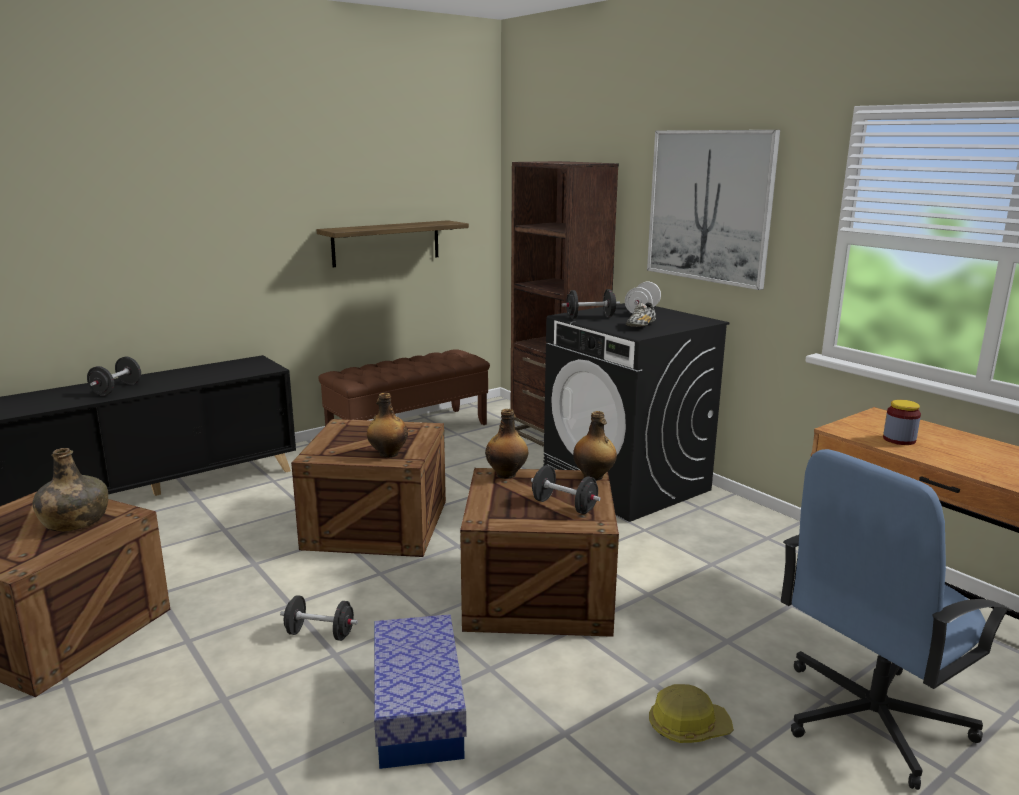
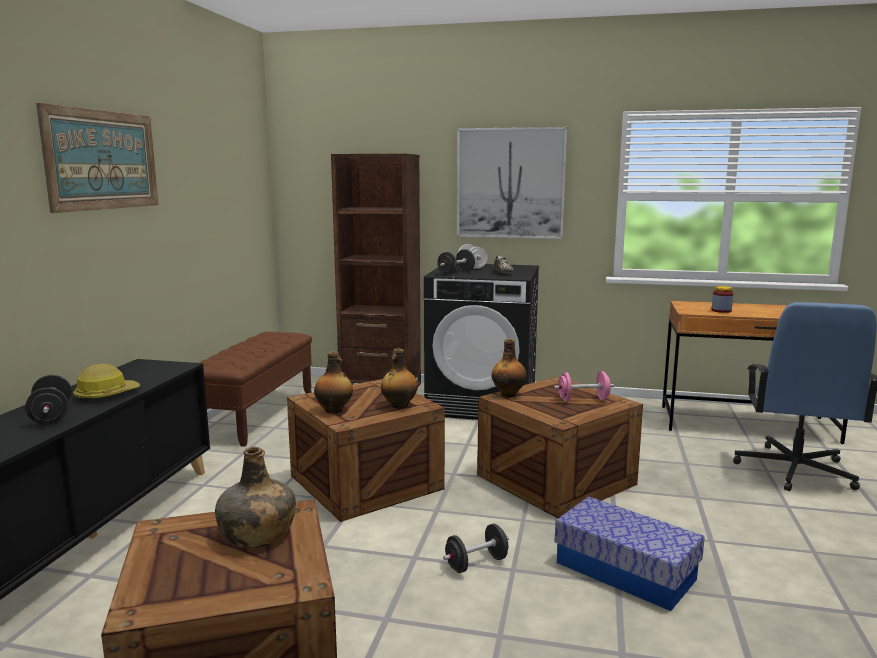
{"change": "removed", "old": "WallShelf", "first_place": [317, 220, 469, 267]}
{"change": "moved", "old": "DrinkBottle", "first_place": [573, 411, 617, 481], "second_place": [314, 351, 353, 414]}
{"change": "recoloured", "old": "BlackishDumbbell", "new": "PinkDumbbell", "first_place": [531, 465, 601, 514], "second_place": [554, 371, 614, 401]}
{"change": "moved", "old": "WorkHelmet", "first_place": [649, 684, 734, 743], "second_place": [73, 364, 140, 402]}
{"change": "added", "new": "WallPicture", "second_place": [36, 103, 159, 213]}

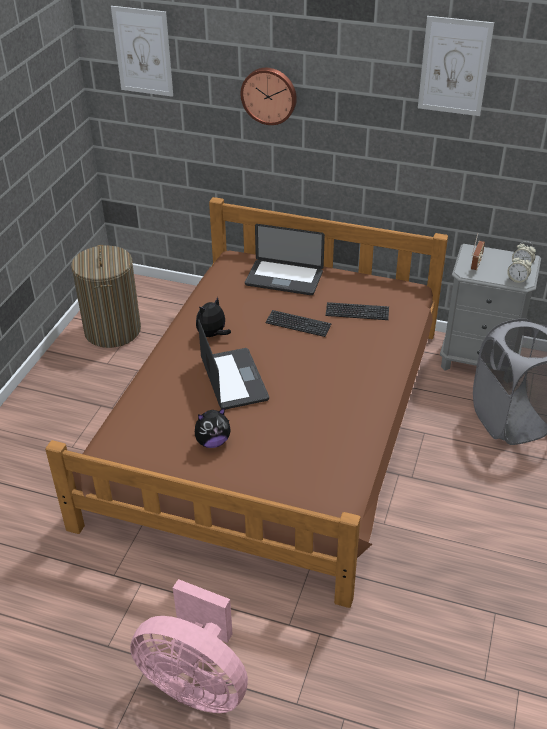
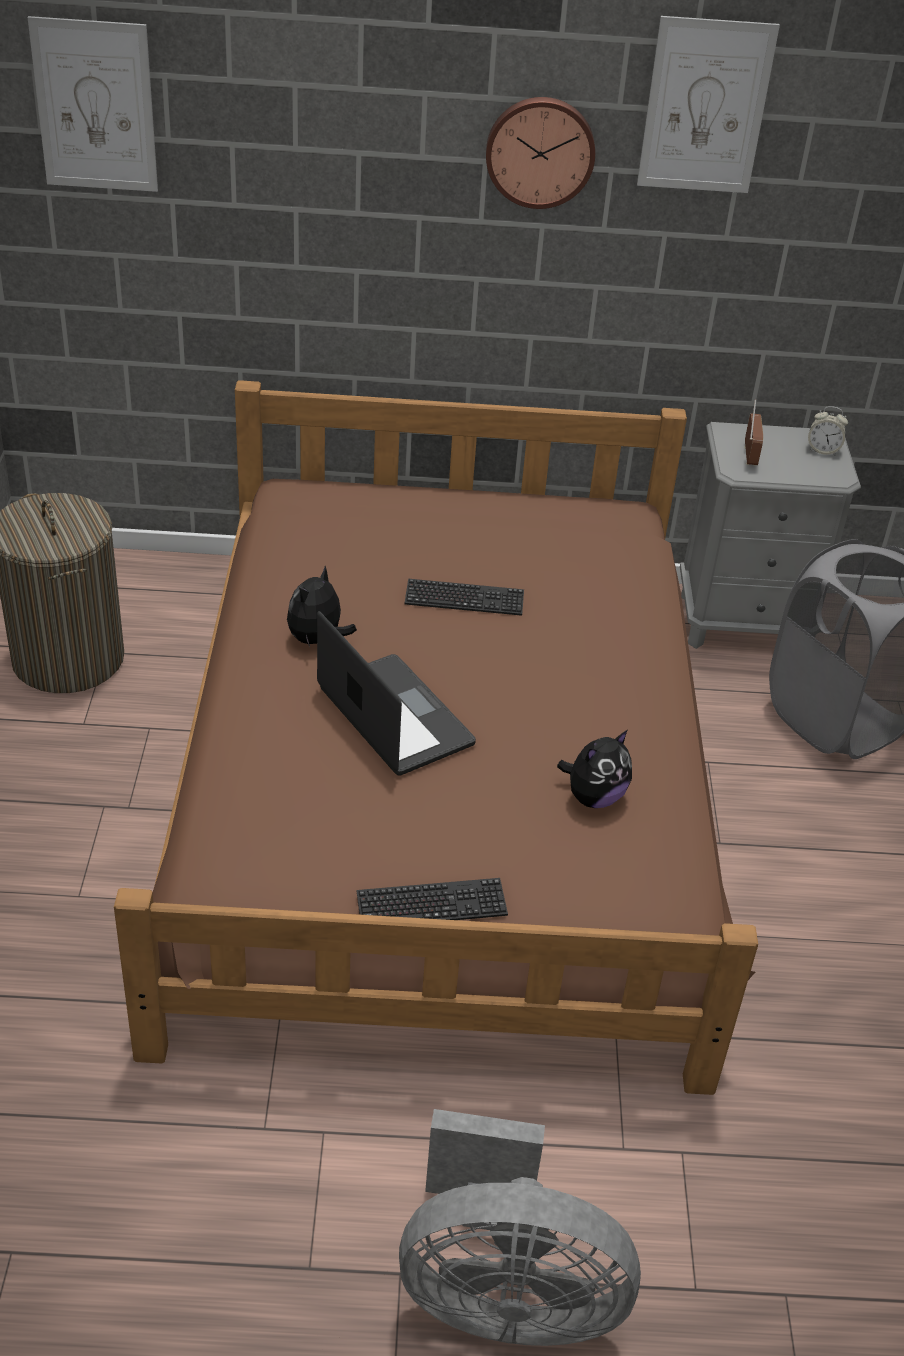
{"change": "moved", "old": "HangingClock", "first_place": [241, 68, 297, 125], "second_place": [486, 97, 595, 209]}
{"change": "removed", "old": "Laptop", "first_place": [245, 224, 325, 295]}
{"change": "removed", "old": "TableClock", "first_place": [507, 255, 532, 284]}
{"change": "moved", "old": "PcKeyboard", "first_place": [326, 302, 389, 320], "second_place": [356, 878, 508, 920]}
{"change": "moved", "old": "CuddlyToy", "first_place": [195, 408, 231, 448], "second_place": [557, 730, 632, 808]}
{"change": "recoloured", "old": "PinkElectricFan", "new": "GrayElectricFan", "first_place": [130, 579, 248, 713], "second_place": [399, 1109, 641, 1346]}

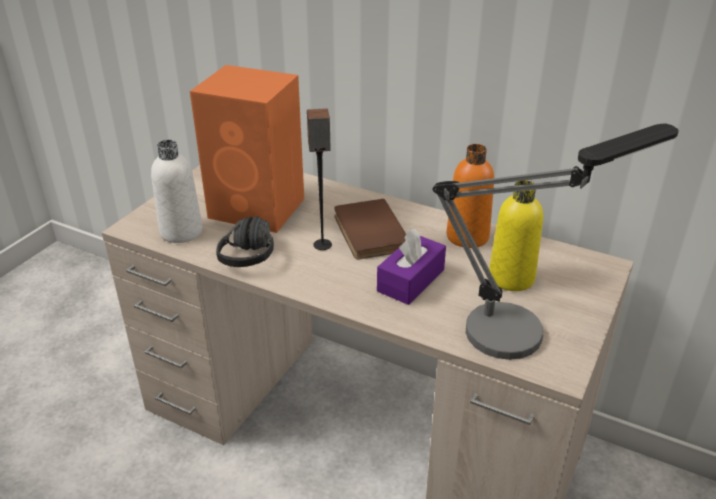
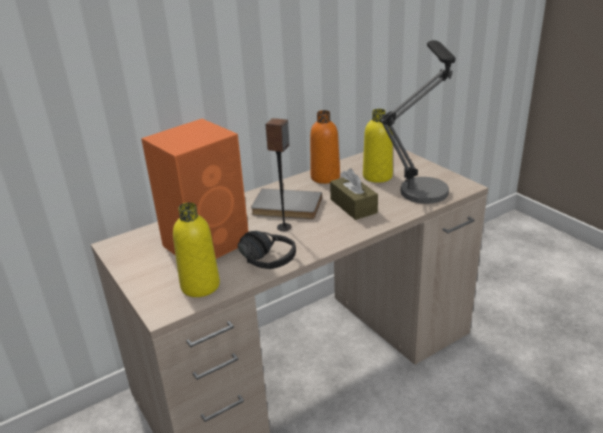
{"change": "recoloured", "old": "WhiteDrinkBottle", "new": "YellowColouredDrinkBottle", "first_place": [151, 140, 203, 243], "second_place": [173, 202, 220, 297]}
{"change": "recoloured", "old": "BrownColouredBoundBook", "new": "GrayBoundBook", "first_place": [334, 199, 406, 260], "second_place": [251, 189, 322, 219]}
{"change": "recoloured", "old": "PurpleColouredTissueHolder", "new": "BrownColouredTissueHolder", "first_place": [377, 229, 446, 305], "second_place": [330, 168, 378, 220]}

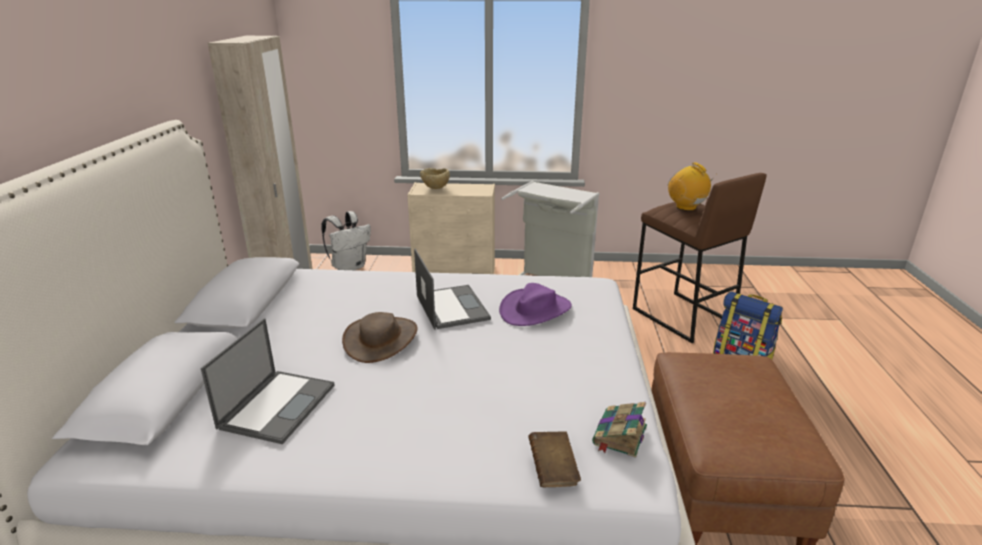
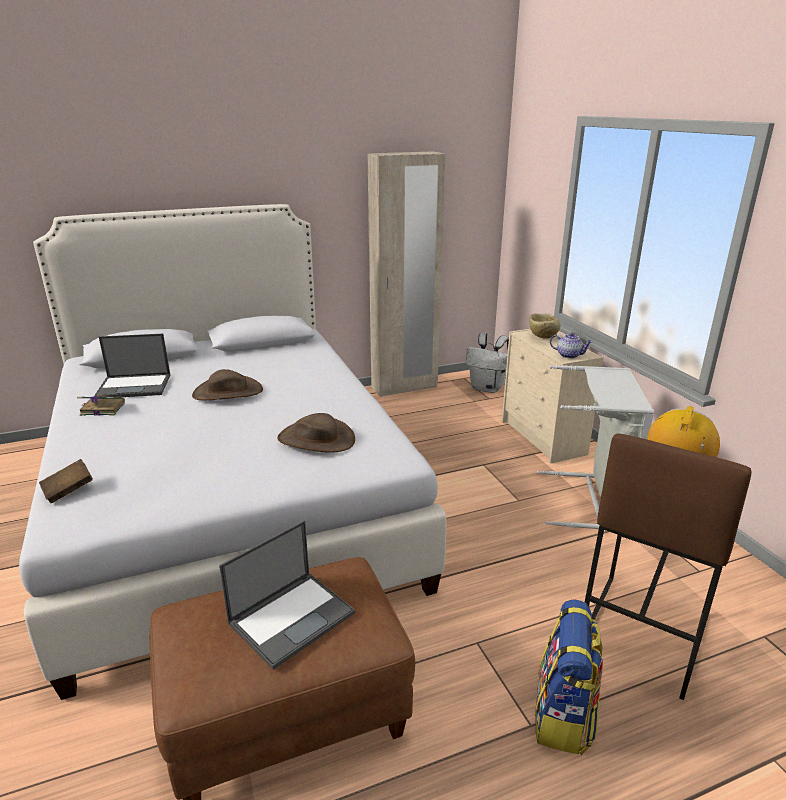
{"change": "moved", "old": "Laptop", "first_place": [414, 248, 491, 330], "second_place": [219, 521, 355, 670]}
{"change": "recoloured", "old": "PurpleColouredHat", "new": "BrownColouredHat", "first_place": [499, 283, 572, 326], "second_place": [277, 413, 355, 453]}
{"change": "moved", "old": "BoundBook", "first_place": [592, 402, 647, 457], "second_place": [77, 395, 125, 416]}
{"change": "added", "new": "TeaPot", "second_place": [550, 333, 592, 359]}

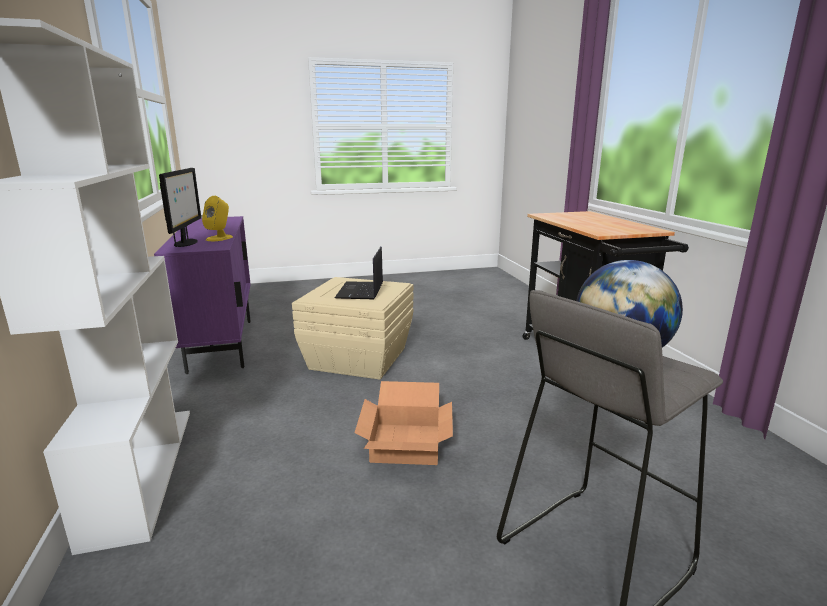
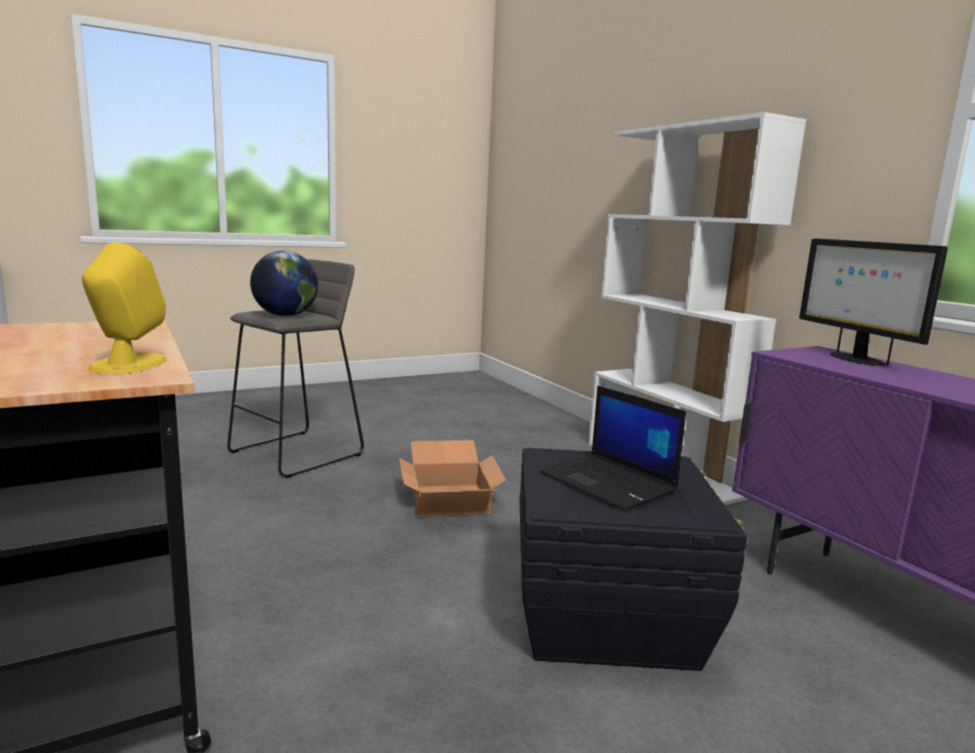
{"change": "moved", "old": "YellowColouredAudioSpeaker", "first_place": [202, 196, 233, 241], "second_place": [82, 243, 167, 374]}
{"change": "turned", "old": "Laptop", "first_place": [334, 247, 383, 299], "second_place": [540, 386, 686, 511], "degrees": 150}
{"change": "recoloured", "old": "BeigeColouredStorageContainer", "new": "BlackishStorageContainer", "first_place": [292, 277, 413, 380], "second_place": [520, 448, 748, 671]}

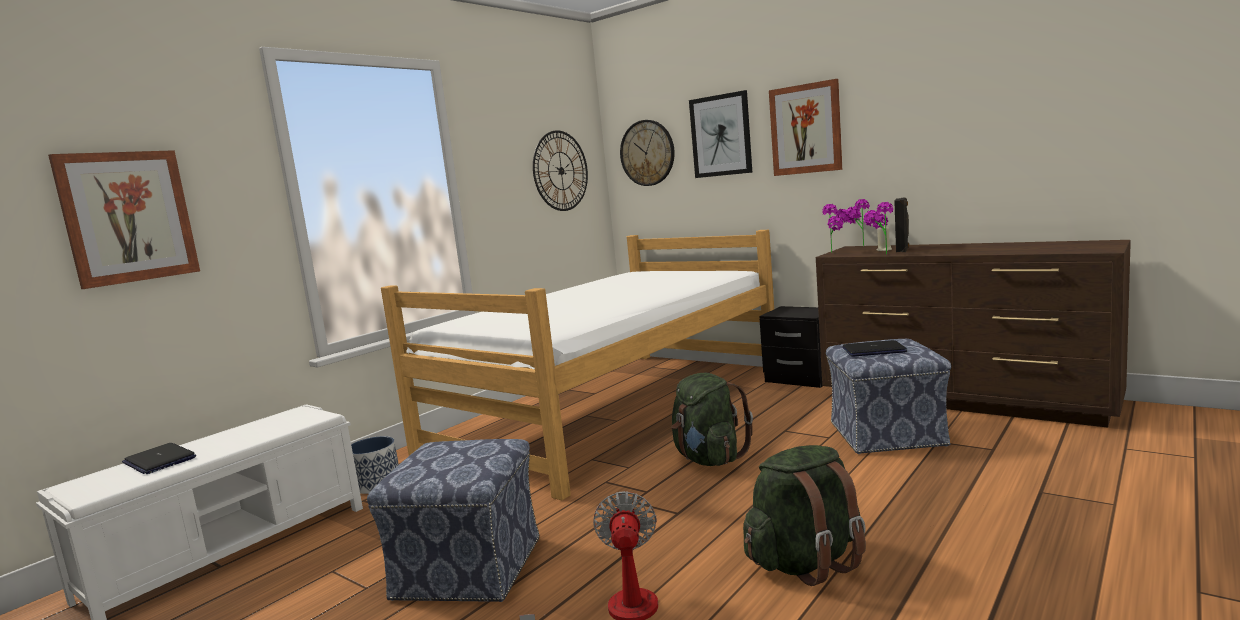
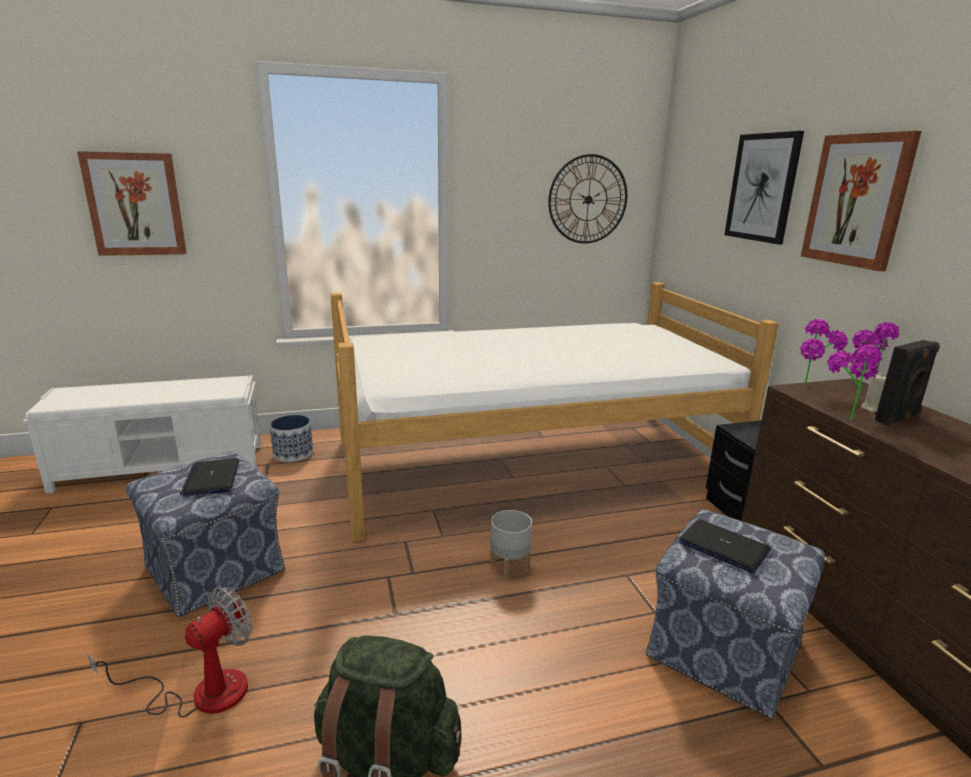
{"change": "removed", "old": "HangingClock", "first_place": [620, 120, 675, 186]}
{"change": "replaced", "old": "GreenColouredRucksack", "new": "GrayPlanter", "first_place": [671, 373, 753, 466], "second_place": [490, 510, 532, 580]}
{"change": "moved", "old": "Laptop", "first_place": [122, 443, 196, 474], "second_place": [180, 458, 239, 496]}

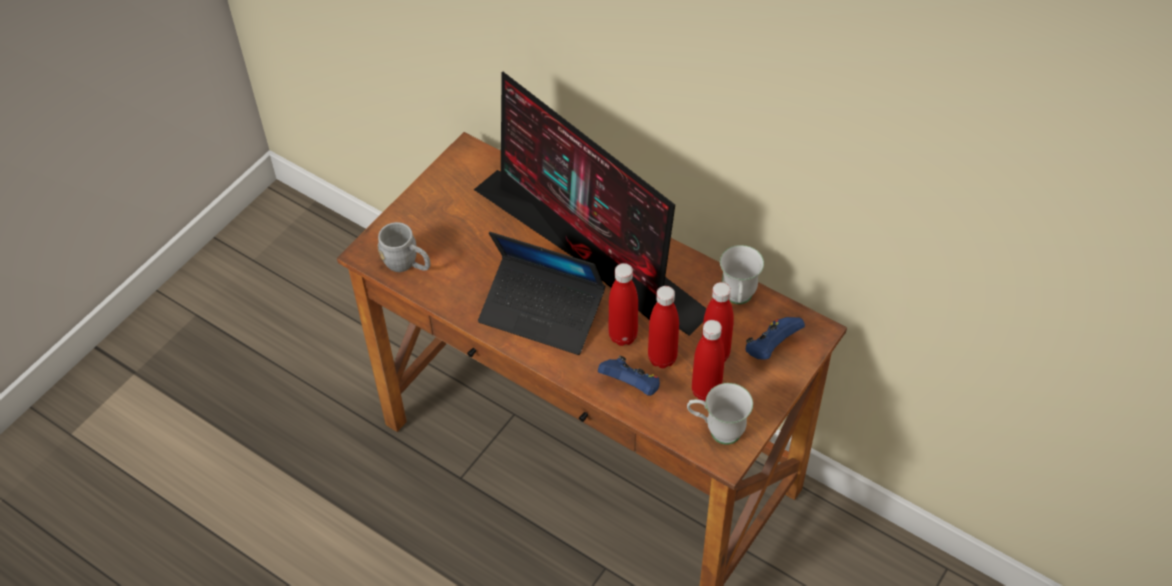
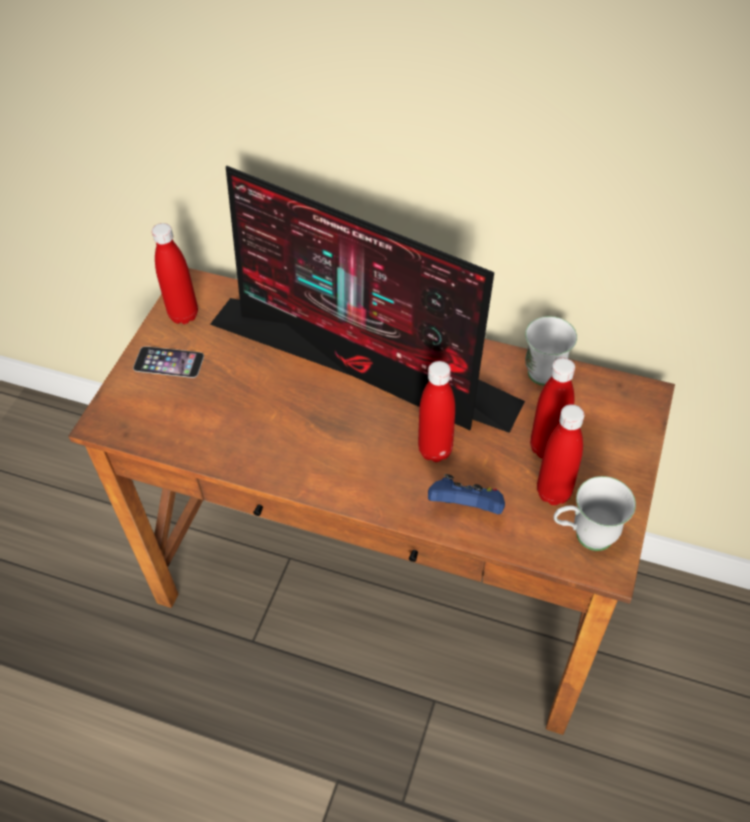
{"change": "removed", "old": "GrayTeaMug", "first_place": [378, 222, 431, 272]}
{"change": "removed", "old": "Laptop", "first_place": [478, 232, 605, 355]}
{"change": "moved", "old": "RedDrinkBottle", "first_place": [648, 286, 679, 368], "second_place": [152, 223, 198, 324]}
{"change": "removed", "old": "BlueJoypad", "first_place": [746, 317, 805, 359]}
{"change": "added", "new": "Phone", "second_place": [133, 346, 204, 378]}

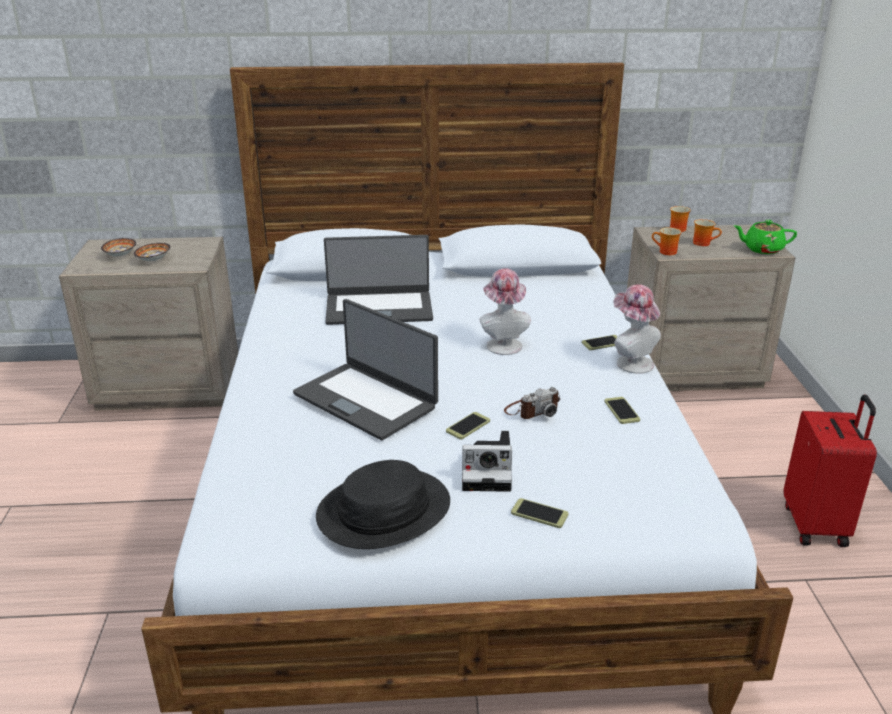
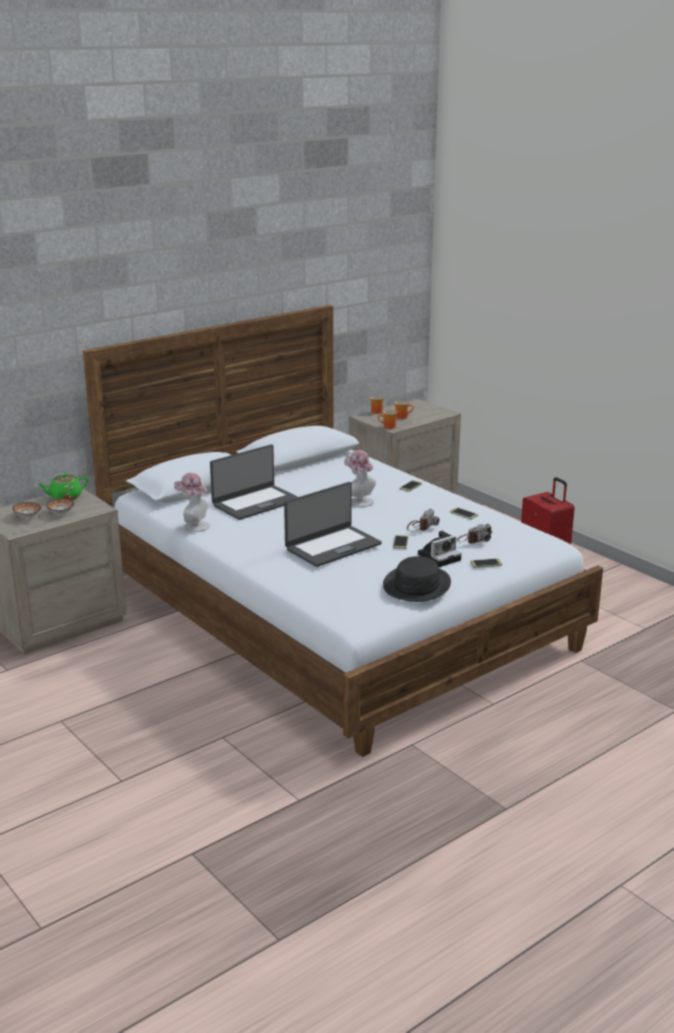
{"change": "moved", "old": "GreenColouredTeaPot", "first_place": [734, 220, 797, 254], "second_place": [38, 473, 88, 500]}
{"change": "moved", "old": "Hat", "first_place": [614, 284, 661, 374], "second_place": [174, 473, 210, 532]}
{"change": "turned", "old": "Laptop", "first_place": [293, 299, 438, 440], "second_place": [284, 482, 382, 567], "degrees": -45}
{"change": "added", "new": "StillCamera", "second_place": [457, 524, 492, 544]}

